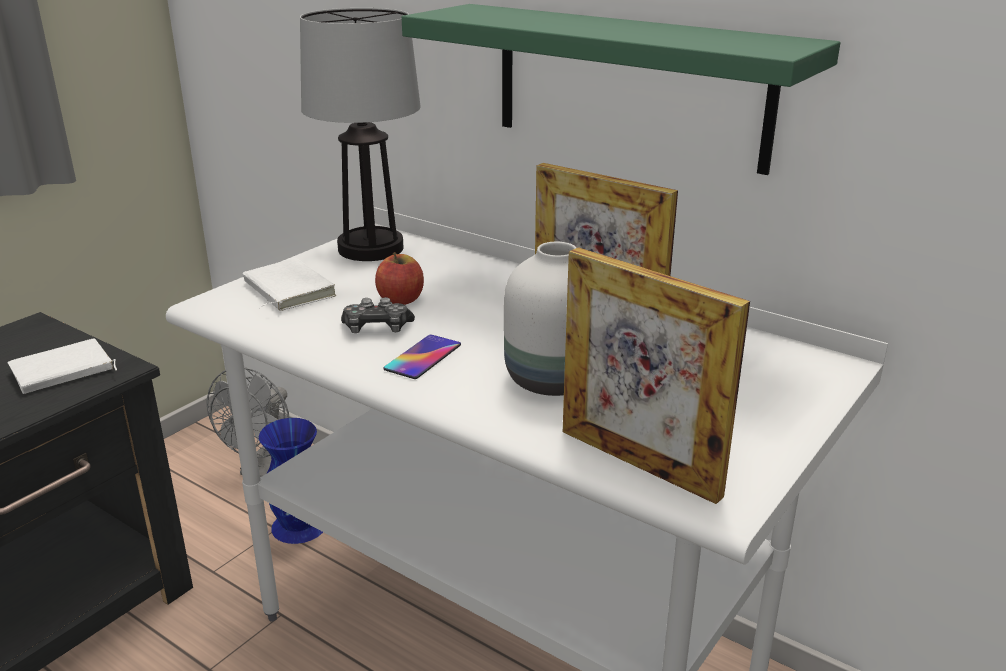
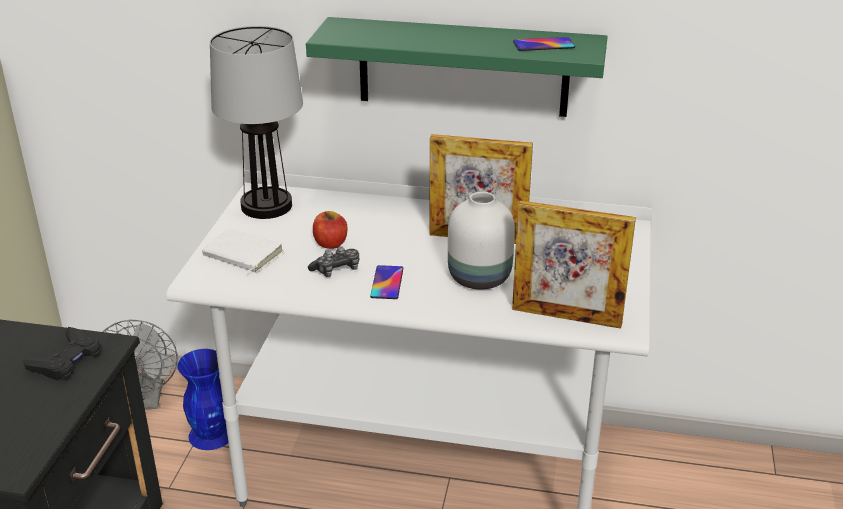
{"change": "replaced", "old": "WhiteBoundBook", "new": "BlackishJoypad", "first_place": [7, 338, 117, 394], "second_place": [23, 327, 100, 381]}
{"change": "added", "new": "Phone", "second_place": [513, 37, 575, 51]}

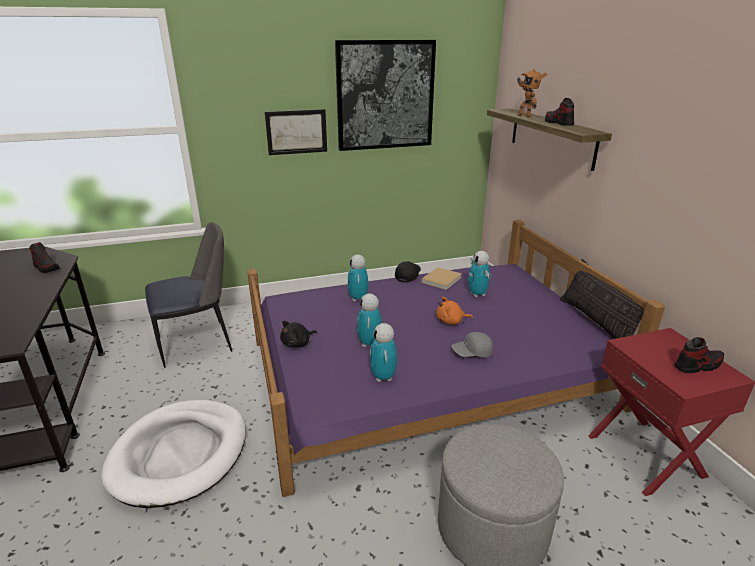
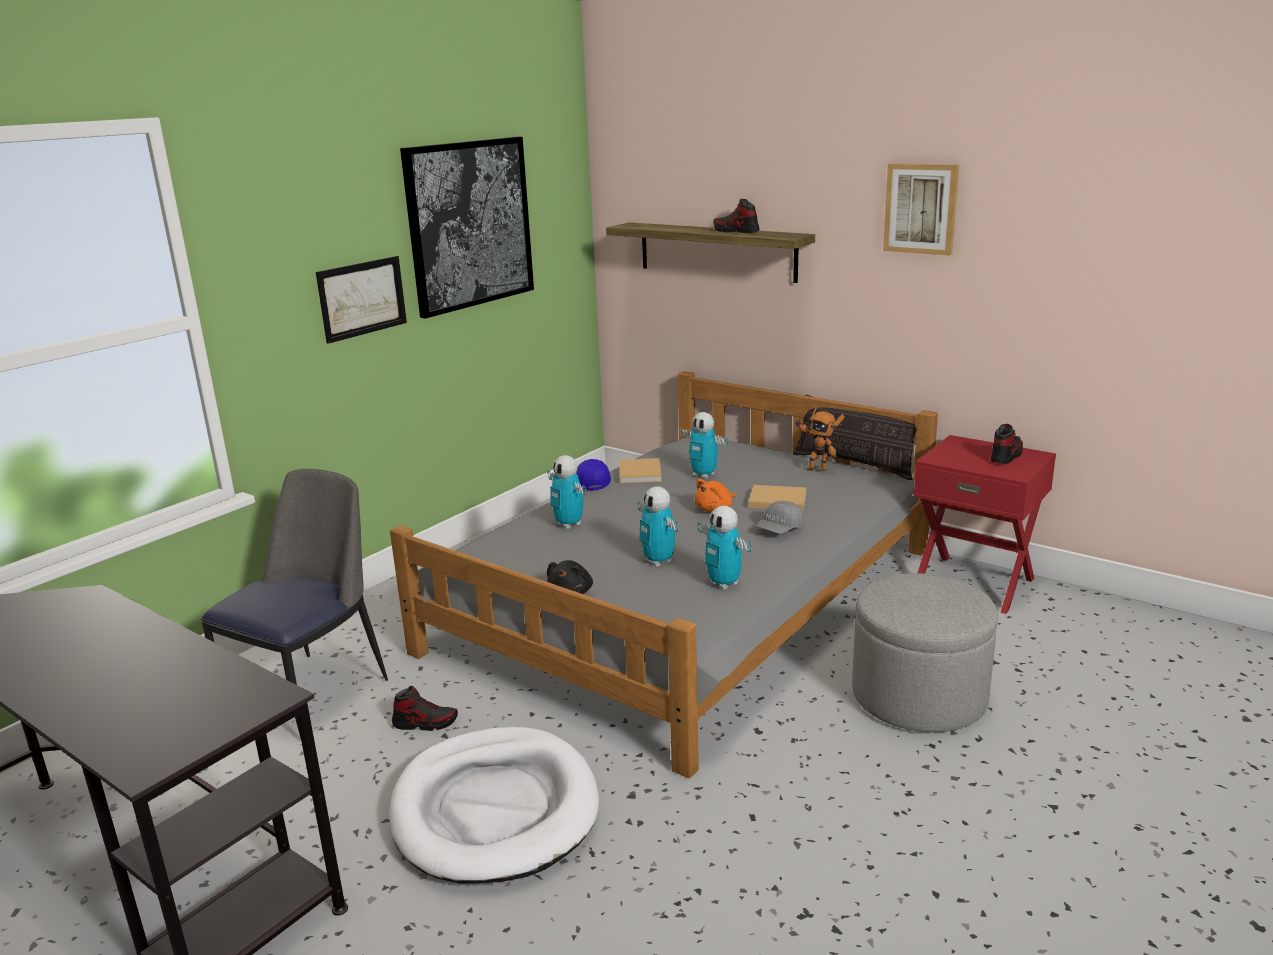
{"change": "moved", "old": "ToyRobot", "first_place": [517, 69, 547, 117], "second_place": [794, 407, 845, 471]}
{"change": "recoloured", "old": "PurpleColouredSleepingBed", "new": "GraySleepingBed", "first_place": [247, 219, 665, 497], "second_place": [390, 371, 938, 779]}
{"change": "moved", "old": "LowShoe", "first_place": [29, 242, 60, 273], "second_place": [392, 686, 458, 731]}
{"change": "recoloured", "old": "BlackishPeakedCap", "new": "BluePeakedCap", "first_place": [395, 261, 421, 283], "second_place": [576, 459, 611, 490]}
{"change": "added", "new": "WallPicture", "second_place": [883, 164, 959, 256]}
{"change": "added", "new": "BeigeColouredBoundBook", "second_place": [748, 485, 807, 511]}

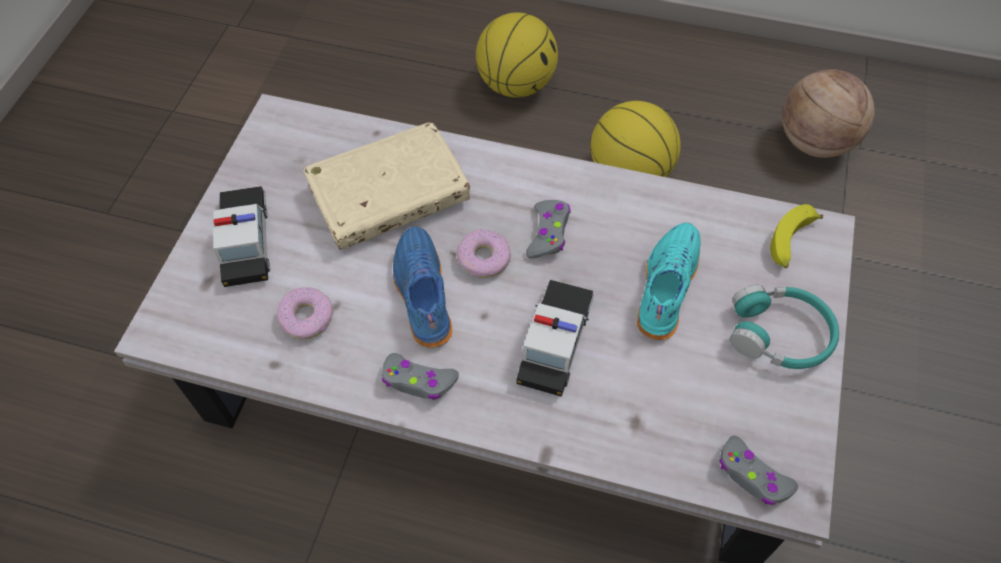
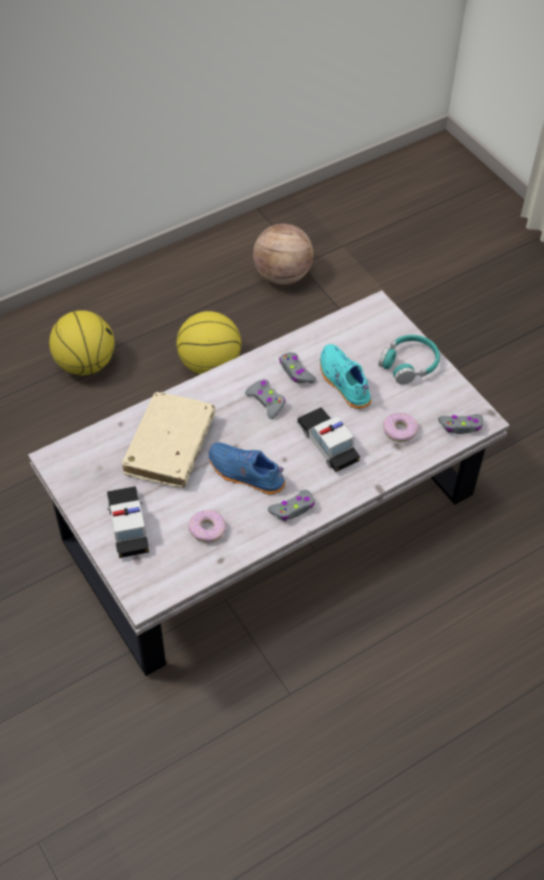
{"change": "turned", "old": "ModelCar", "first_place": [213, 186, 270, 287], "second_place": [107, 486, 149, 558], "degrees": 45}
{"change": "removed", "old": "Banana", "first_place": [770, 204, 823, 268]}
{"change": "moved", "old": "RingDoughnut", "first_place": [457, 229, 511, 278], "second_place": [383, 412, 418, 442]}
{"change": "added", "new": "GrayJoypad", "second_place": [279, 352, 316, 383]}

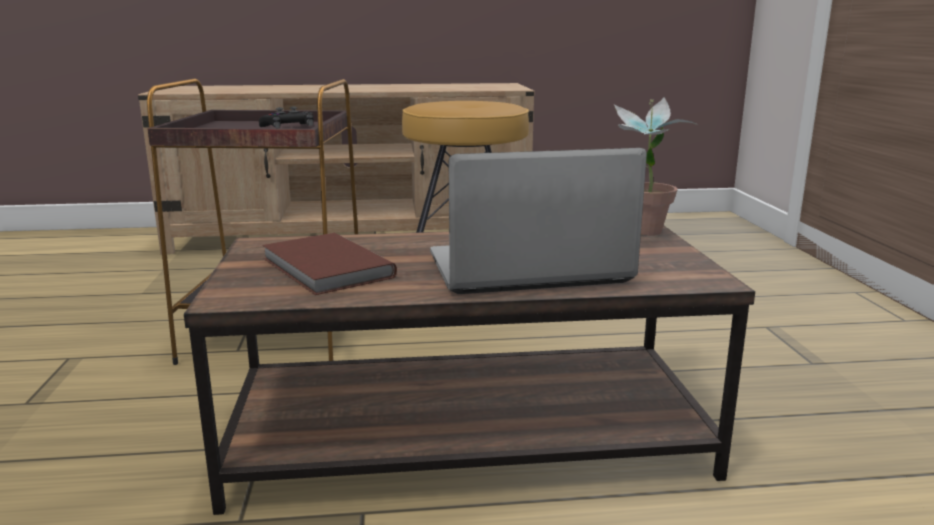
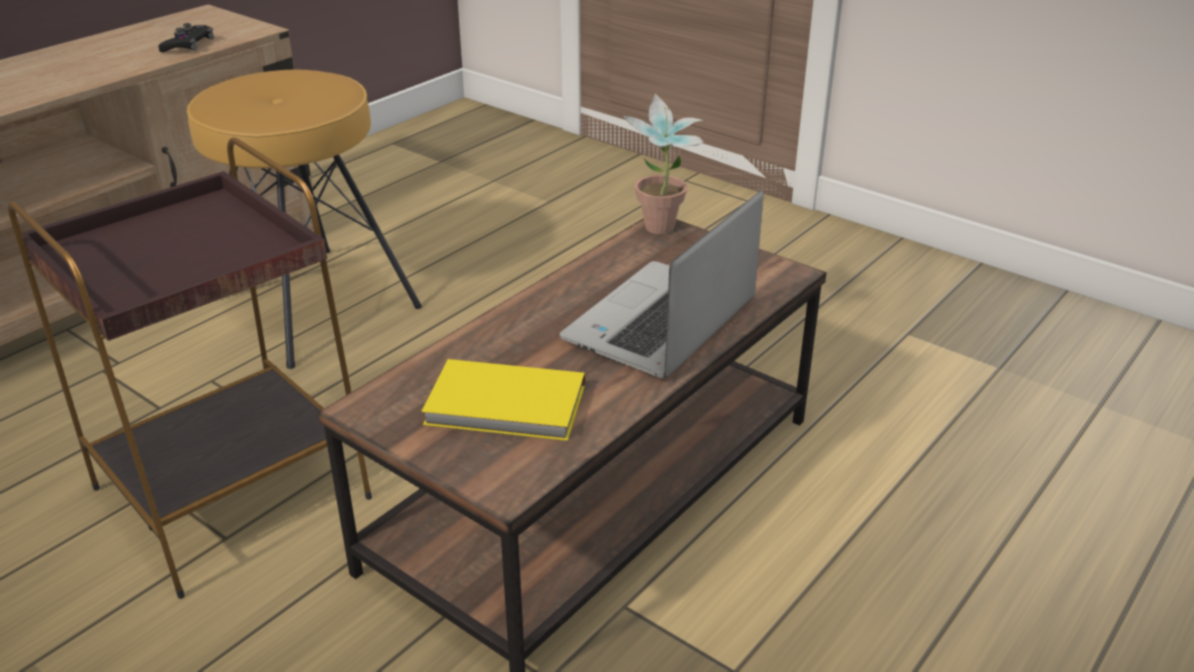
{"change": "moved", "old": "BlackishJoypad", "first_place": [259, 107, 314, 128], "second_place": [159, 23, 214, 52]}
{"change": "recoloured", "old": "BrownColouredBoundBook", "new": "YellowColouredBoundBook", "first_place": [262, 233, 397, 295], "second_place": [421, 359, 585, 441]}

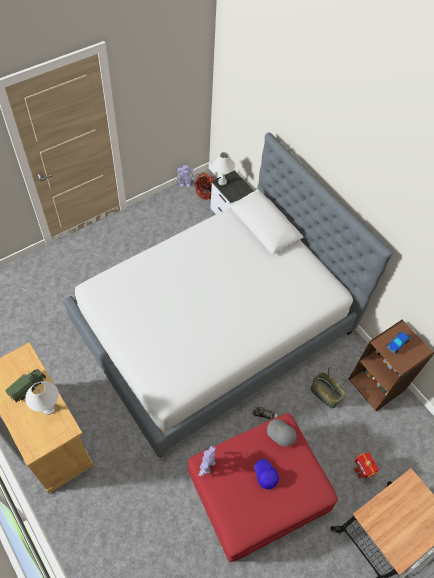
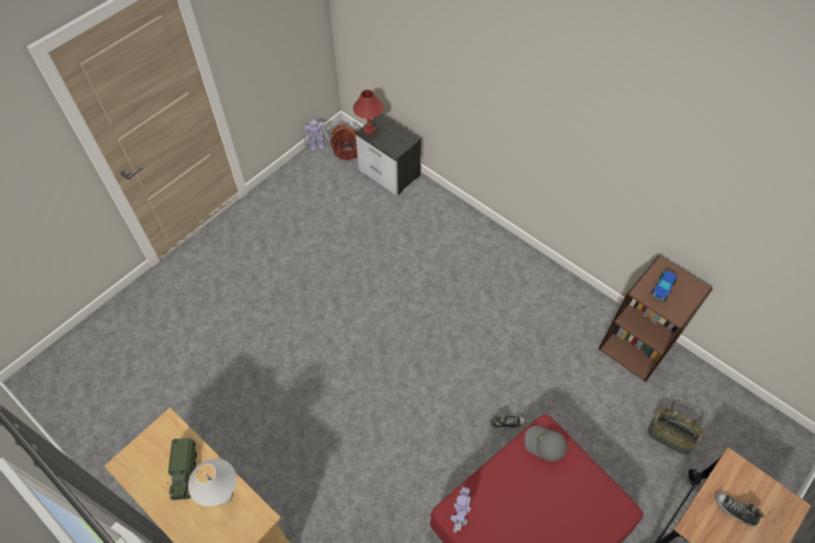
{"change": "removed", "old": "SleepingBed", "first_place": [64, 133, 393, 457]}
{"change": "recoloured", "old": "WhiteTabletopLamp", "new": "RedTabletopLamp", "first_place": [212, 152, 235, 185], "second_place": [353, 90, 384, 135]}
{"change": "moved", "old": "StorageBasket", "first_place": [310, 366, 346, 408], "second_place": [648, 399, 704, 454]}
{"change": "turned", "old": "ToyTruck", "first_place": [5, 369, 46, 403], "second_place": [168, 438, 197, 500], "degrees": 150}
{"change": "removed", "old": "ToyRobot", "first_place": [354, 452, 379, 483]}
{"change": "removed", "old": "BluePeakedCap", "first_place": [254, 459, 279, 489]}
{"change": "added", "new": "LowShoe", "second_place": [715, 492, 764, 526]}

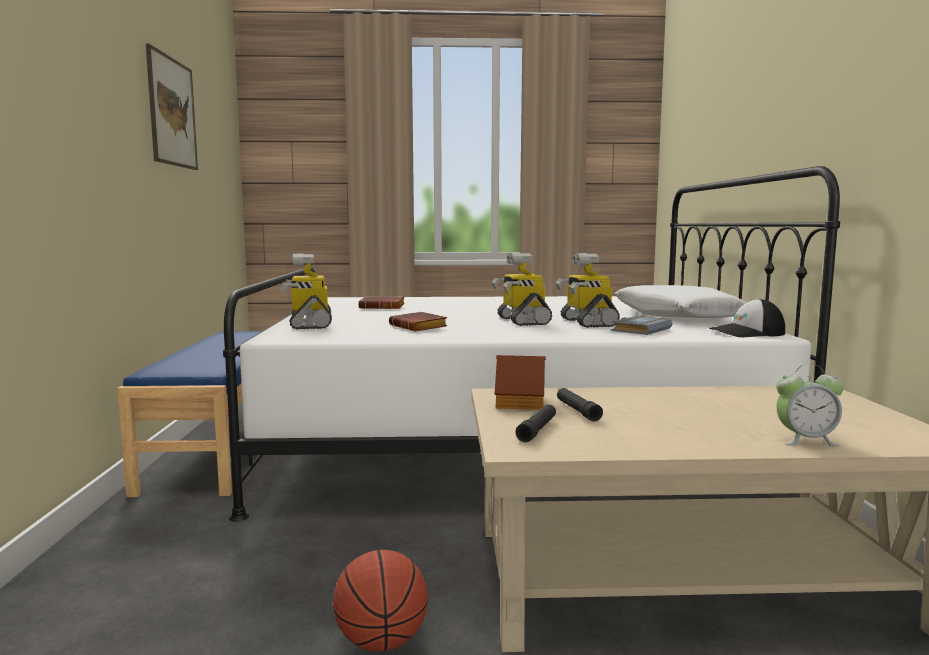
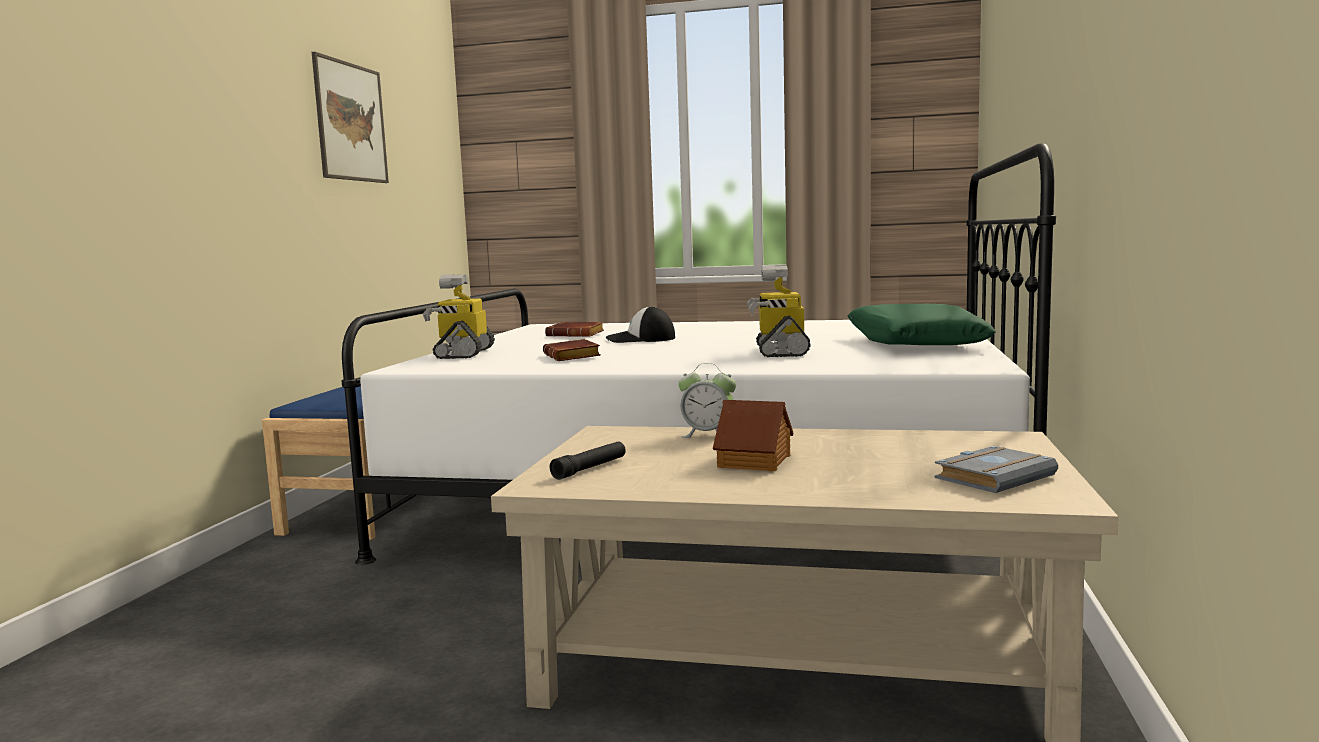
{"change": "removed", "old": "ToyRobot", "first_place": [492, 253, 552, 326]}
{"change": "recoloured", "old": "WhiteCushion", "new": "GreenColouredCushion", "first_place": [615, 285, 747, 318], "second_place": [847, 304, 996, 345]}
{"change": "moved", "old": "PeakedCap", "first_place": [709, 299, 785, 337], "second_place": [606, 306, 675, 343]}
{"change": "moved", "old": "GrayBoundBook", "first_place": [611, 316, 672, 335], "second_place": [935, 446, 1058, 493]}
{"change": "moved", "old": "MiniatureHouse", "first_place": [495, 355, 546, 410], "second_place": [713, 400, 793, 471]}
{"change": "moved", "old": "TableClock", "first_place": [776, 364, 844, 446], "second_place": [678, 363, 736, 438]}
{"change": "removed", "old": "BlackishHandTorch", "first_place": [557, 388, 603, 422]}
{"change": "removed", "old": "BasketballBall", "first_place": [333, 550, 428, 652]}

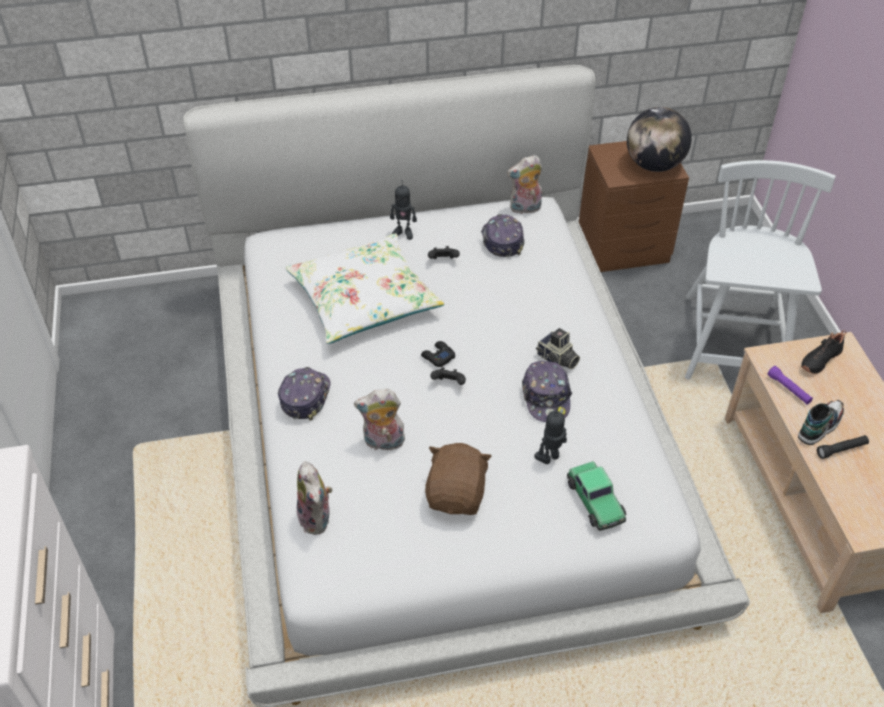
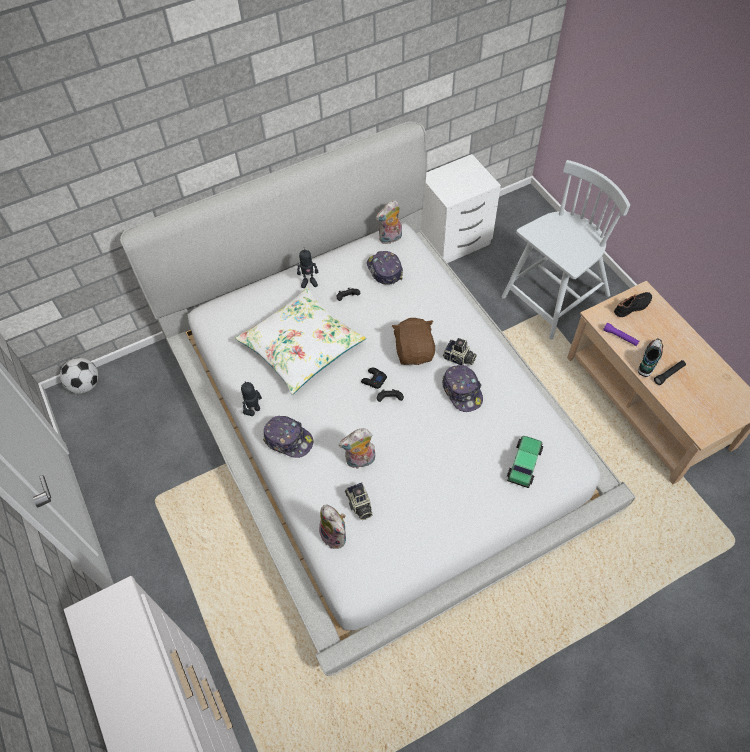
{"change": "removed", "old": "DeskGlobe", "first_place": [627, 107, 692, 172]}
{"change": "recoloured", "old": "BrownColouredNightTable", "new": "WhiteNightTable", "first_place": [579, 141, 689, 272], "second_place": [421, 154, 501, 263]}
{"change": "turned", "old": "WhiteUprightChair", "first_place": [685, 160, 836, 380], "second_place": [502, 160, 630, 340], "degrees": 60}
{"change": "turned", "old": "BlackishLowShoe", "first_place": [801, 330, 846, 374], "second_place": [614, 292, 652, 317], "degrees": -150}
{"change": "turned", "old": "PeakedCap", "first_place": [278, 367, 330, 421], "second_place": [263, 416, 314, 458], "degrees": 120}
{"change": "moved", "old": "ToyRobot", "first_place": [534, 407, 567, 464], "second_place": [241, 381, 262, 416]}
{"change": "moved", "old": "BrownColouredCuddlyToy", "first_place": [425, 443, 492, 515], "second_place": [392, 318, 435, 365]}
{"change": "turned", "old": "ModelCar", "first_place": [567, 461, 626, 531], "second_place": [507, 436, 543, 488], "degrees": -120}
{"change": "added", "new": "BallForFootball", "second_place": [60, 358, 98, 394]}
{"change": "added", "new": "StillCamera", "second_place": [345, 483, 373, 520]}

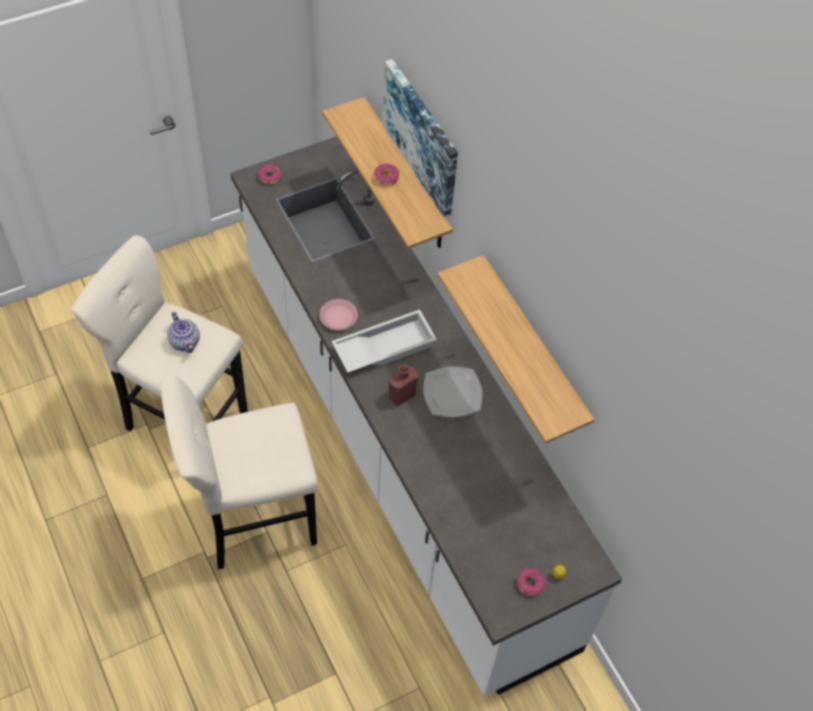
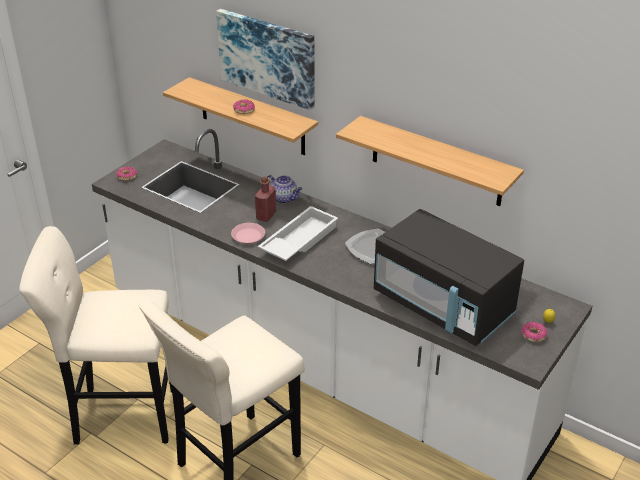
{"change": "moved", "old": "TeaPot", "first_place": [167, 312, 200, 353], "second_place": [267, 175, 303, 203]}
{"change": "moved", "old": "RedDrinkBottle", "first_place": [389, 364, 418, 406], "second_place": [255, 176, 276, 222]}
{"change": "added", "new": "BlackishKitchenMicrowave", "second_place": [374, 209, 524, 346]}

